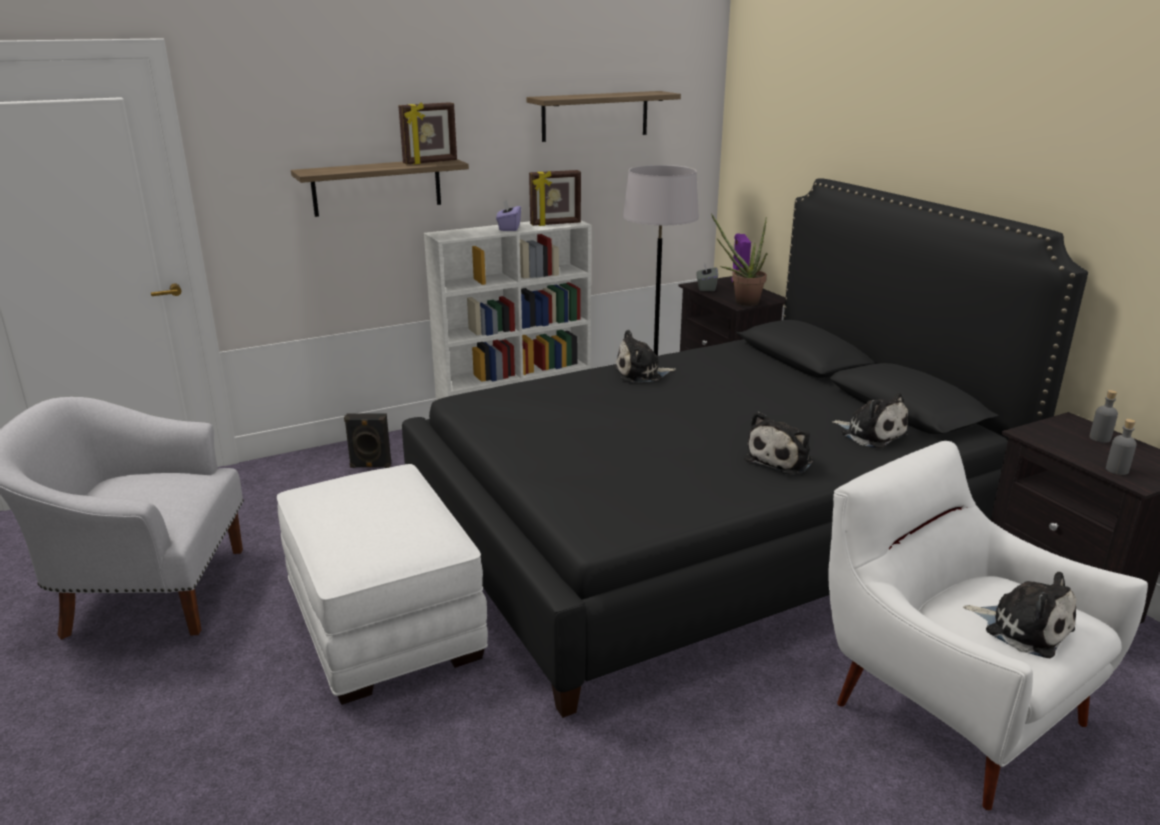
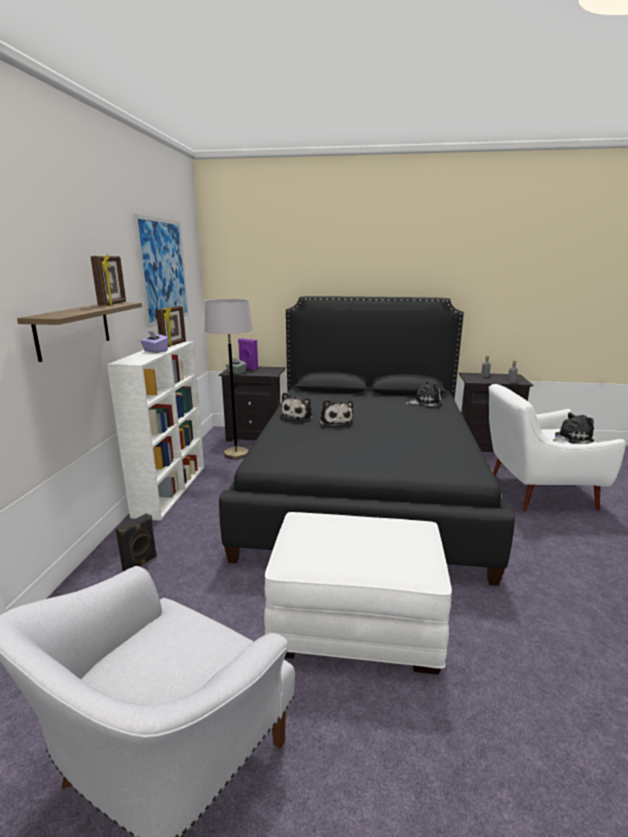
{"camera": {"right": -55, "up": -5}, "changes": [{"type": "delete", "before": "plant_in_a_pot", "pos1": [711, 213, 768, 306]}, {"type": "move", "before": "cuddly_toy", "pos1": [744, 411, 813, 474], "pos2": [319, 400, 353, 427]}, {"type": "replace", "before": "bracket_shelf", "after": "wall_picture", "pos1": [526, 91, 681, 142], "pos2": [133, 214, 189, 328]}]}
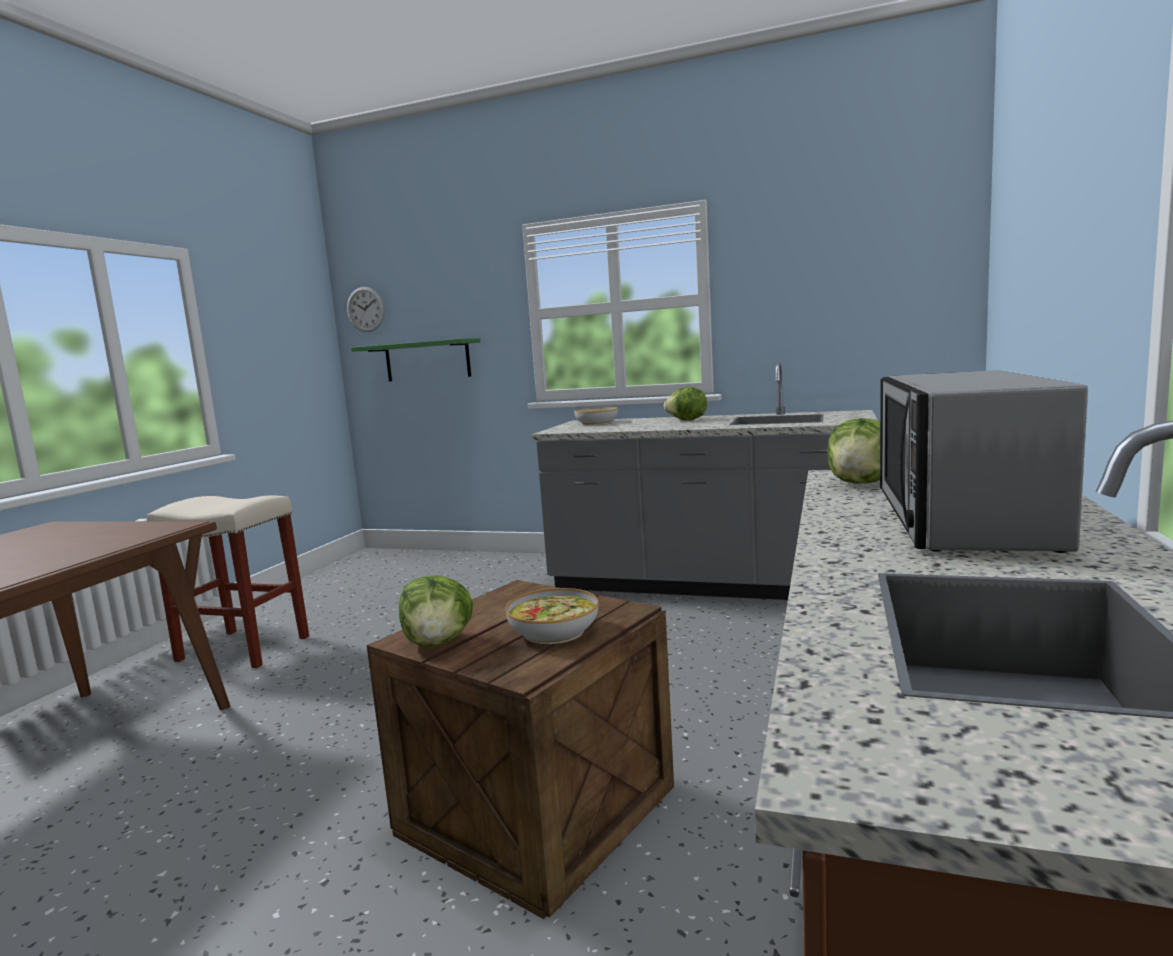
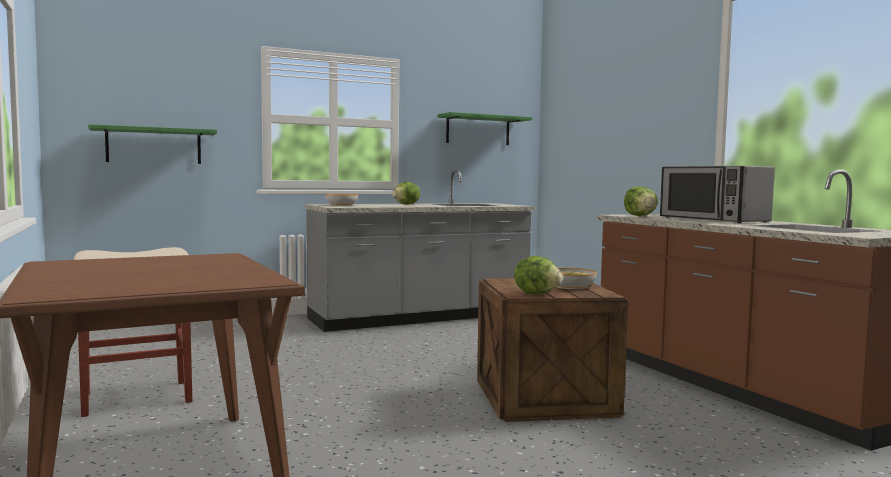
{"camera": {"right": -45, "up": -5}, "changes": [{"type": "delete", "before": "wall_clock", "pos1": [347, 287, 385, 332]}, {"type": "insert", "after": "greenish_bracket_shelf", "pos2": [437, 112, 532, 145]}]}
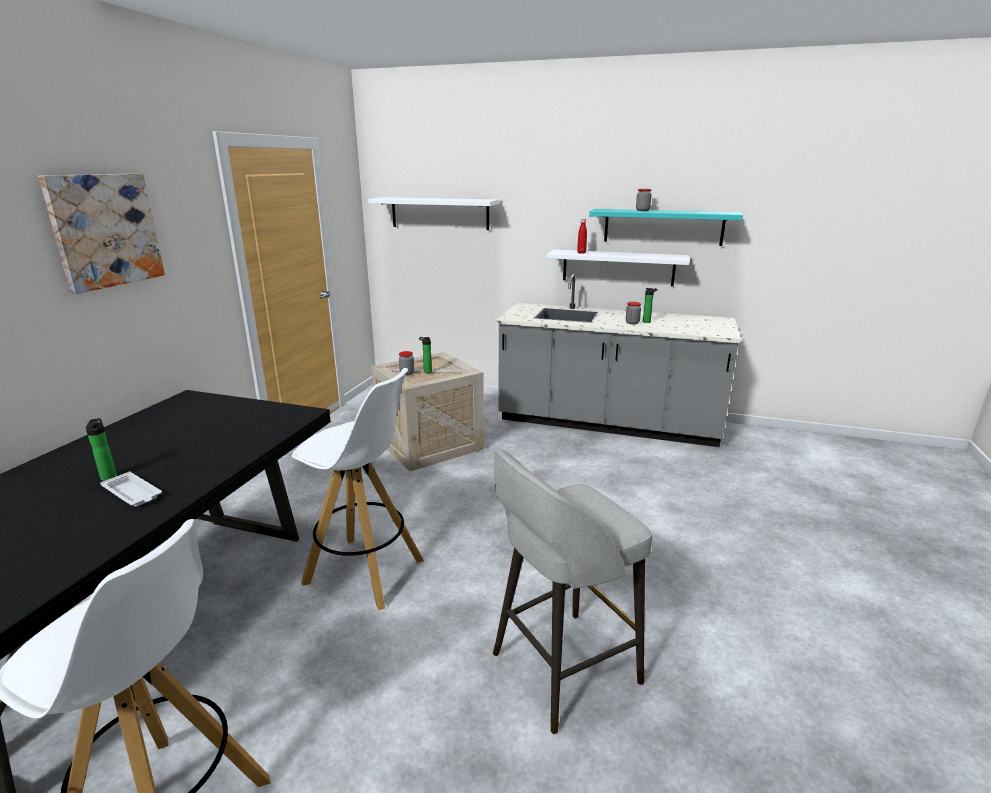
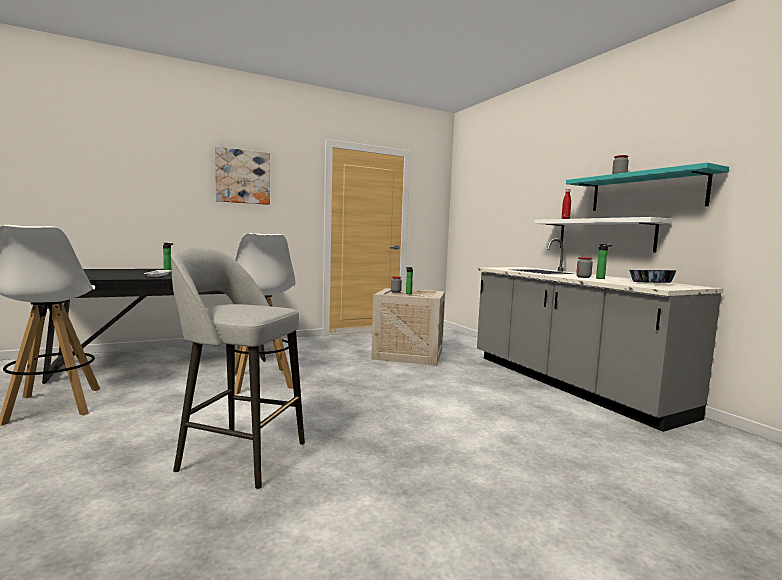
{"camera": {"right": 45, "up": -15}, "changes": [{"type": "delete", "before": "white_bracket_shelf", "pos1": [368, 197, 500, 230]}, {"type": "insert", "after": "bowl", "pos2": [629, 270, 677, 283]}]}
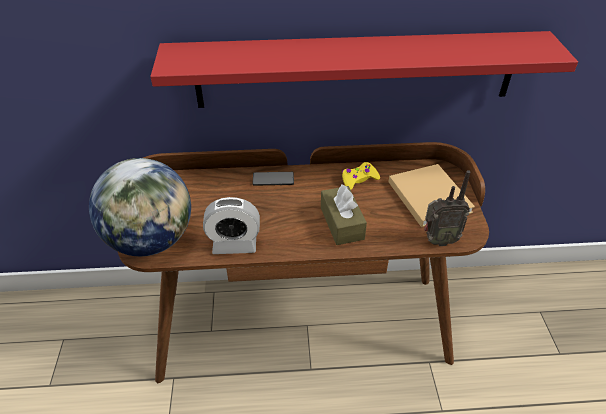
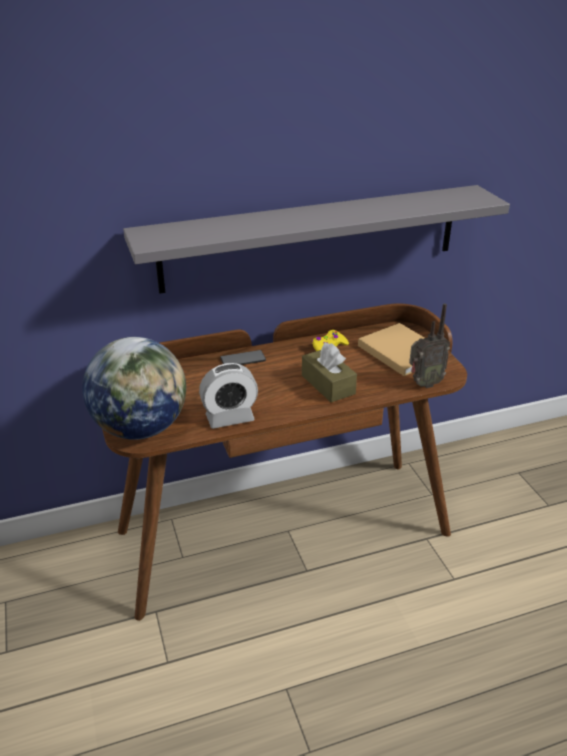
{"camera": {"right": -15, "up": -10}, "changes": [{"type": "recolor", "before": "reddish_bracket_shelf", "after": "grey_bracket_shelf", "pos1": [150, 31, 578, 108], "pos2": [123, 185, 510, 294]}]}
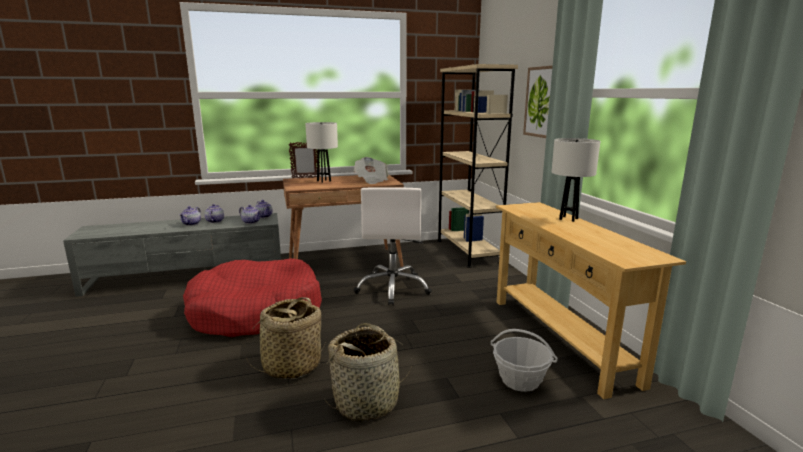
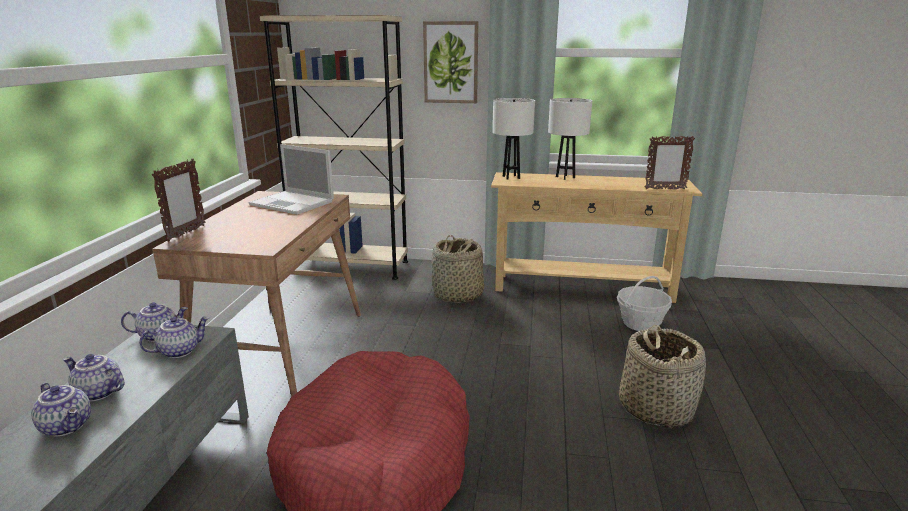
{"camera": {"right": -65, "up": 5}, "changes": [{"type": "delete", "before": "white_office_chair", "pos1": [353, 187, 432, 306]}, {"type": "insert", "after": "photo_frame", "pos2": [645, 136, 695, 190]}, {"type": "move", "before": "storage_basket", "pos1": [246, 297, 326, 379], "pos2": [431, 235, 484, 303]}, {"type": "move", "before": "white_table_lamp", "pos1": [305, 122, 338, 183], "pos2": [493, 98, 535, 180]}, {"type": "replace", "before": "printed_paper", "after": "notebook_computer", "pos1": [353, 157, 388, 184], "pos2": [248, 144, 334, 215]}]}
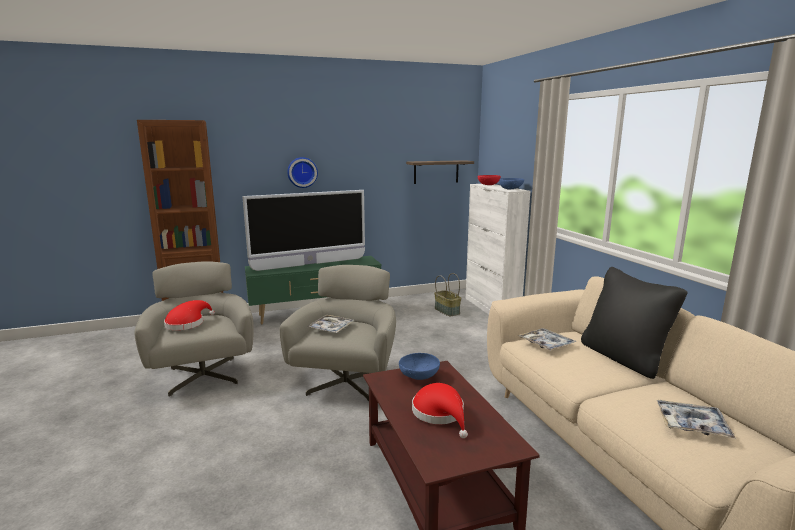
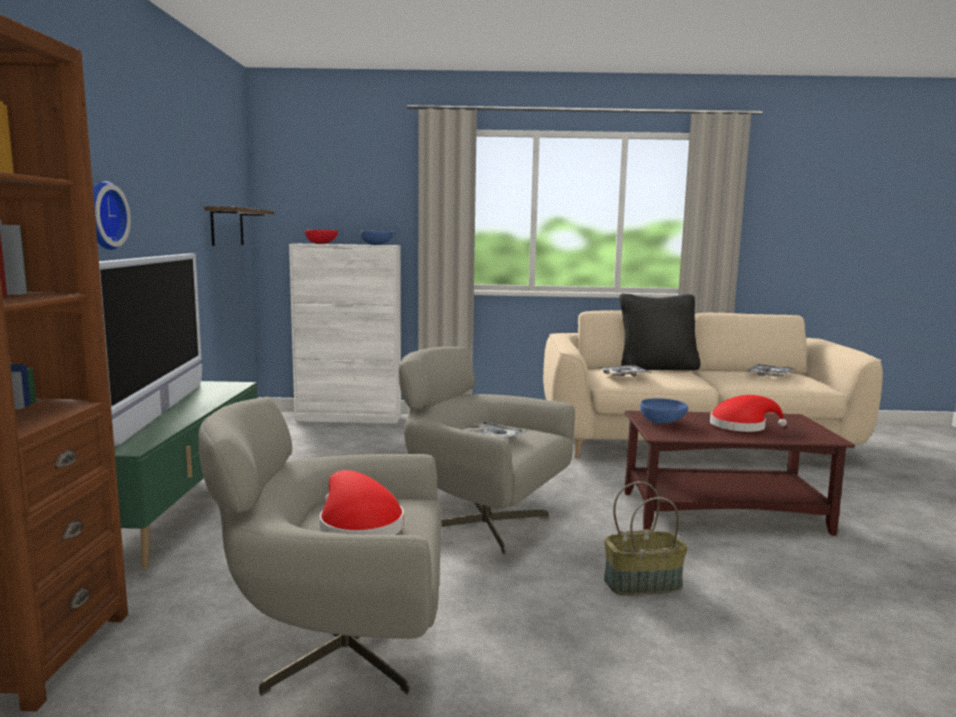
{"camera": {"right": -70, "up": -5}, "changes": [{"type": "move", "before": "storage_basket", "pos1": [434, 273, 461, 316], "pos2": [604, 482, 688, 595]}]}
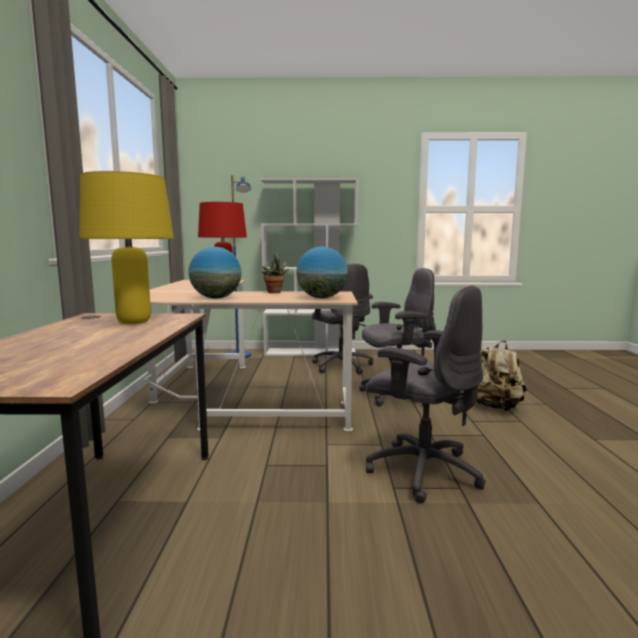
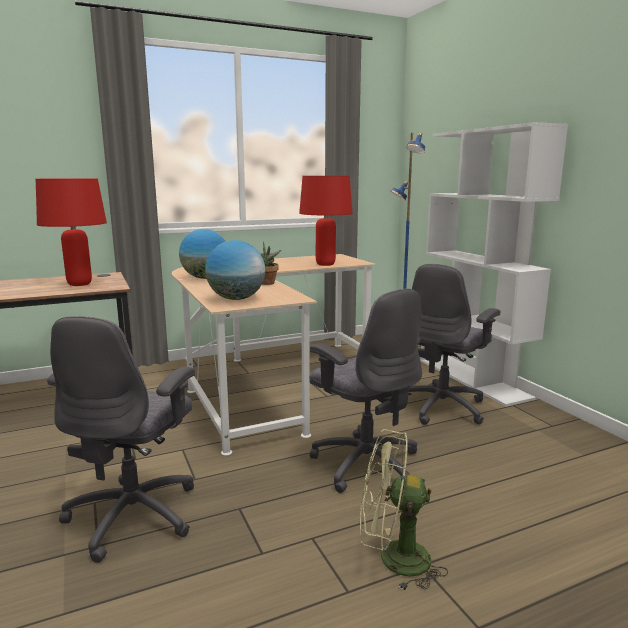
{"camera": {"right": 65, "up": 5}, "changes": [{"type": "replace", "before": "sand-coloured_knapsack", "after": "greenish_cooling_fan", "pos1": [476, 341, 527, 411], "pos2": [360, 429, 448, 591]}, {"type": "recolor", "before": "yellowish_table_lamp", "after": "reddish_table_lamp", "pos1": [79, 171, 174, 324], "pos2": [36, 178, 107, 286]}]}
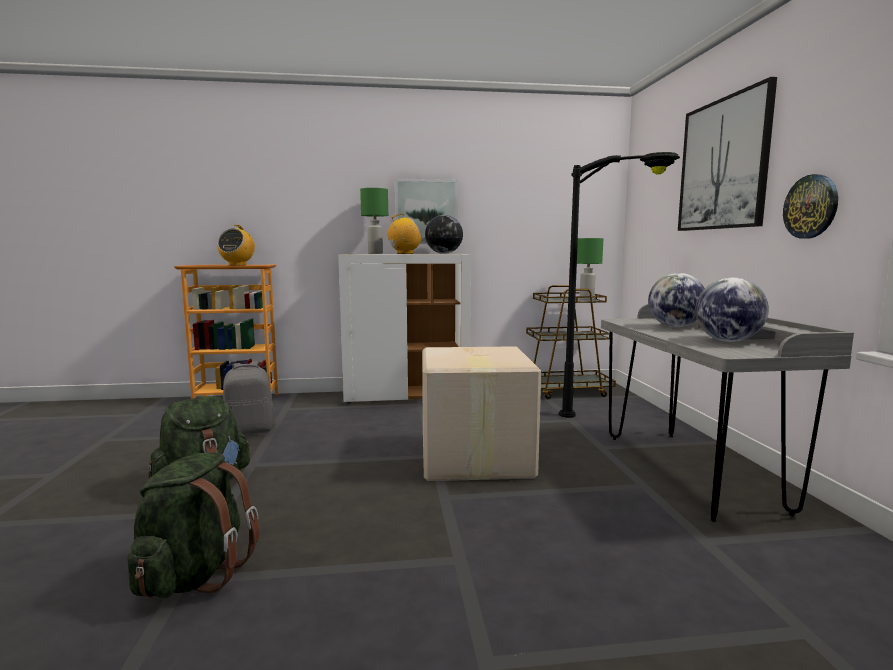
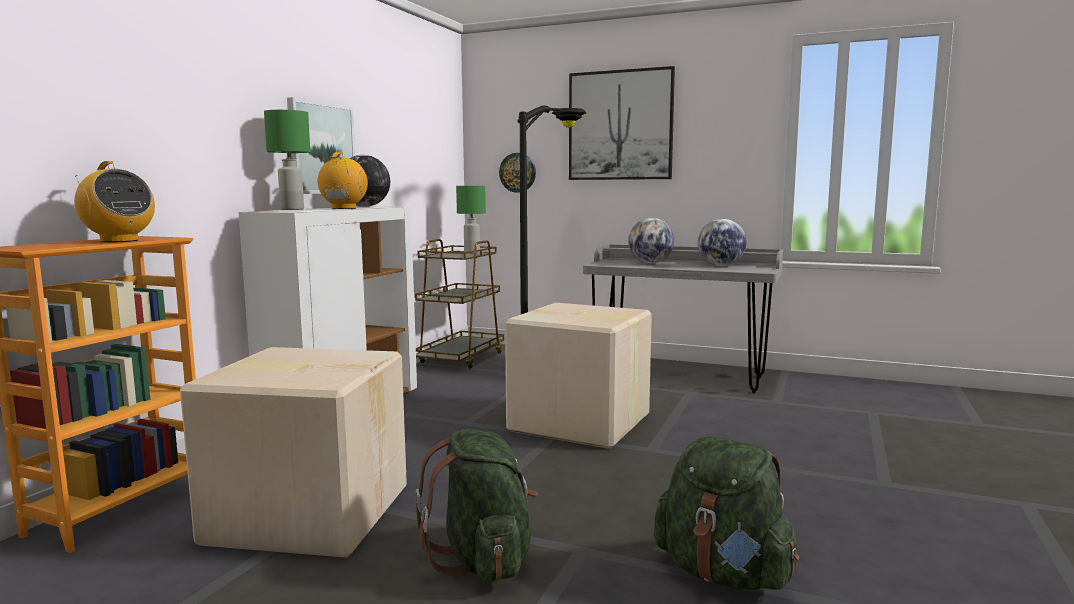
{"camera": {"right": -60, "up": 0}, "changes": [{"type": "move", "before": "wall_clock", "pos1": [783, 174, 838, 239], "pos2": [499, 153, 536, 193]}, {"type": "replace", "before": "grey_knapsack", "after": "packing_box", "pos1": [223, 362, 276, 434], "pos2": [180, 347, 407, 558]}]}
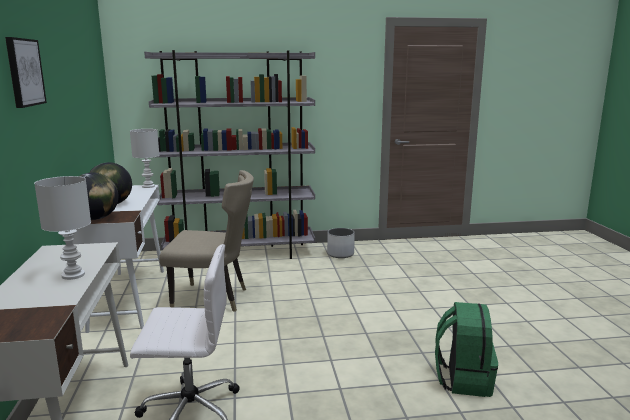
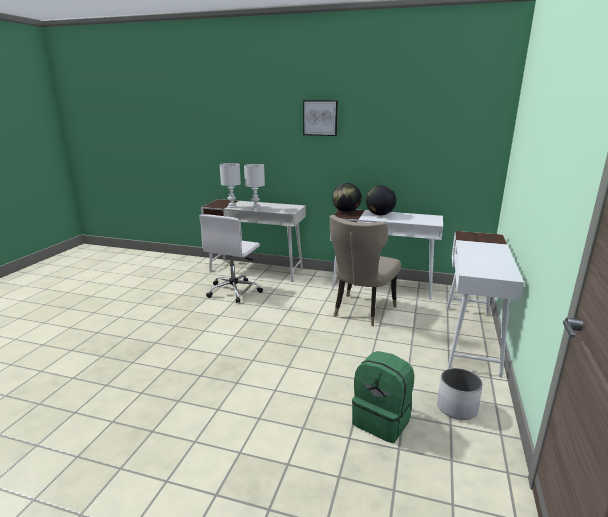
{"camera": {"right": 115, "up": 5}, "changes": [{"type": "move", "before": "white_table_lamp", "pos1": [130, 129, 160, 188], "pos2": [220, 163, 241, 208]}, {"type": "move", "before": "greenish_knapsack", "pos1": [435, 302, 498, 397], "pos2": [352, 351, 414, 443]}, {"type": "replace", "before": "grey_bookcase", "after": "white_desk", "pos1": [144, 50, 315, 259], "pos2": [446, 231, 524, 378]}]}
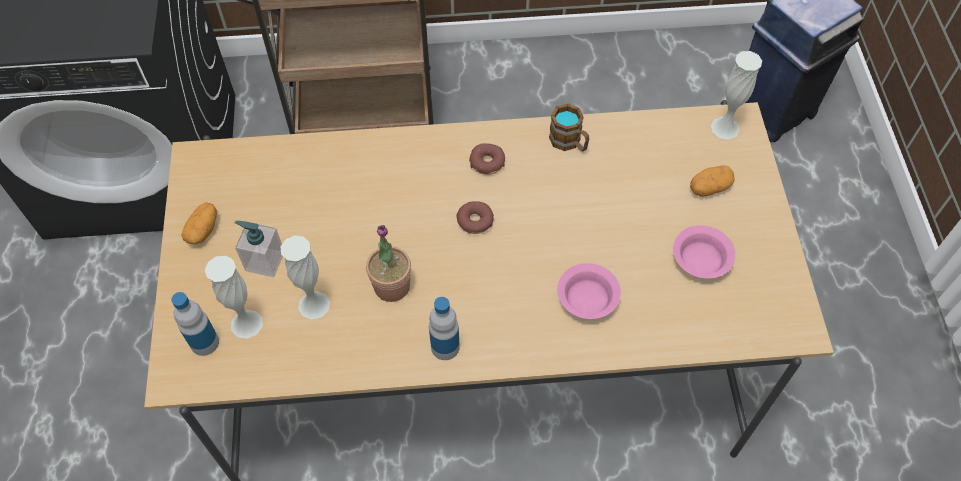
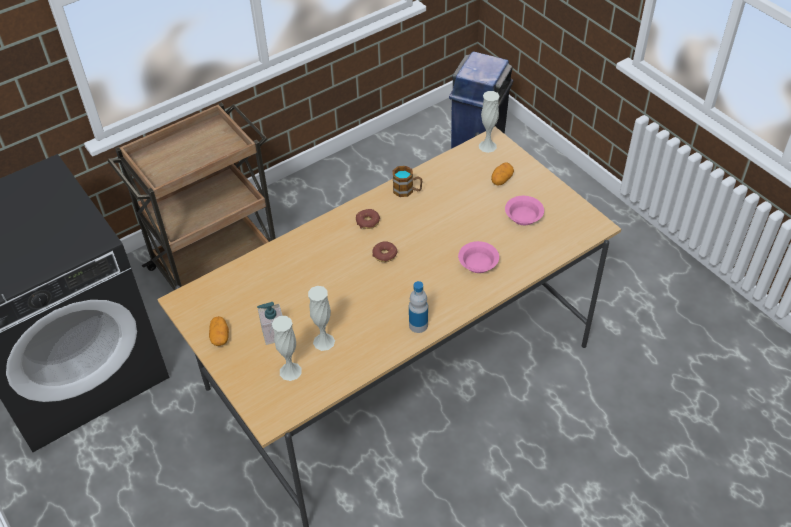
{"camera": {"right": -30, "up": -10}, "changes": [{"type": "delete", "before": "bottle", "pos1": [171, 292, 219, 356]}, {"type": "delete", "before": "plant_in_a_pot", "pos1": [366, 225, 411, 302]}]}
